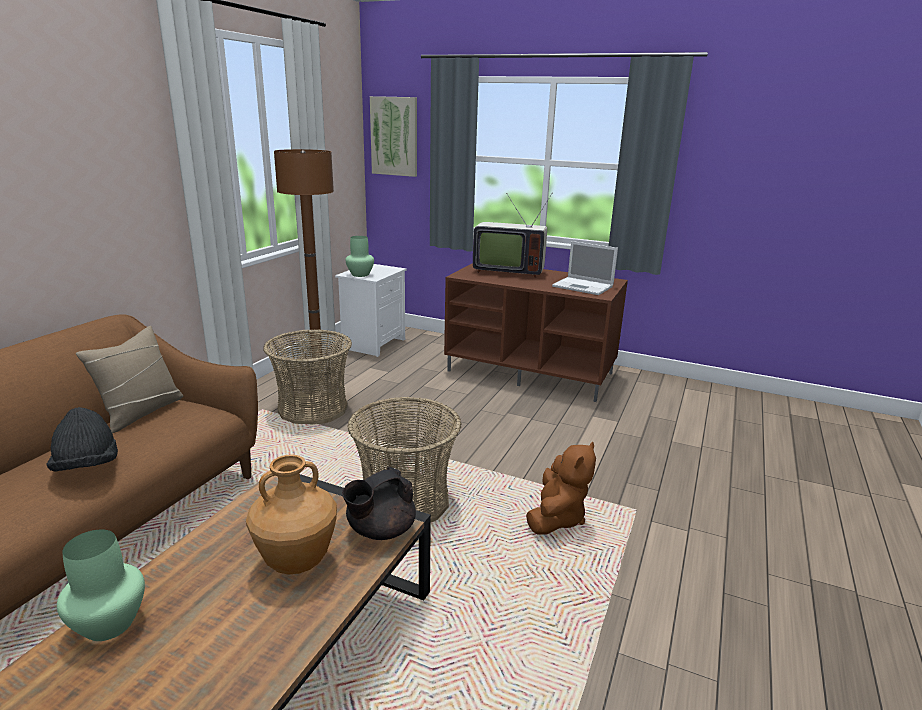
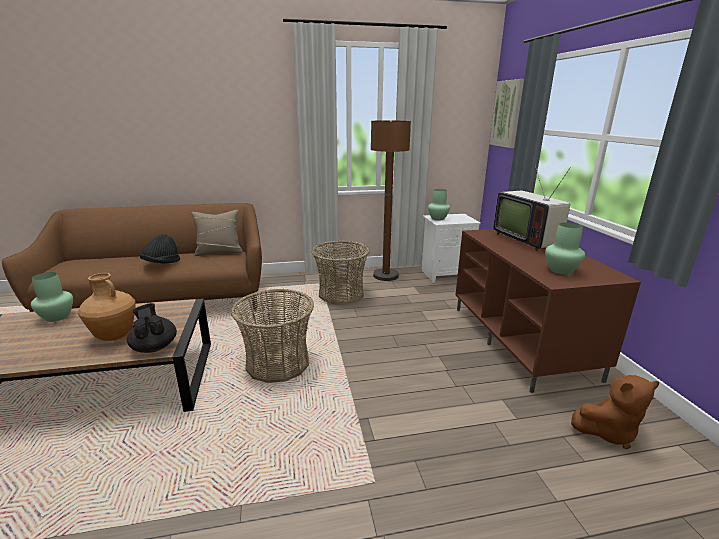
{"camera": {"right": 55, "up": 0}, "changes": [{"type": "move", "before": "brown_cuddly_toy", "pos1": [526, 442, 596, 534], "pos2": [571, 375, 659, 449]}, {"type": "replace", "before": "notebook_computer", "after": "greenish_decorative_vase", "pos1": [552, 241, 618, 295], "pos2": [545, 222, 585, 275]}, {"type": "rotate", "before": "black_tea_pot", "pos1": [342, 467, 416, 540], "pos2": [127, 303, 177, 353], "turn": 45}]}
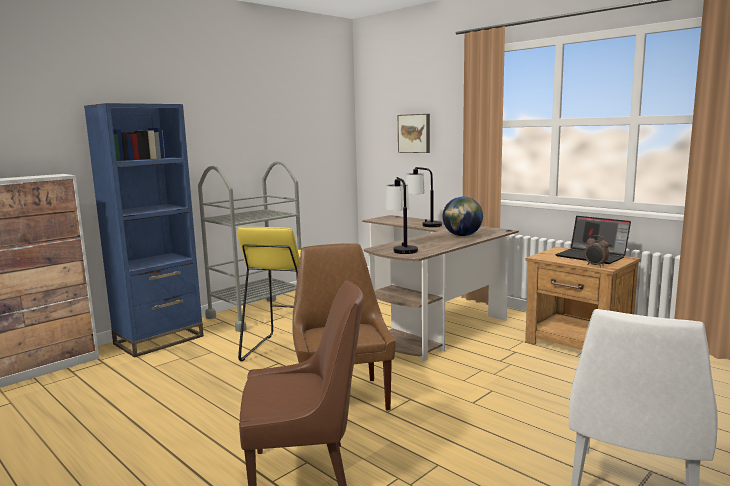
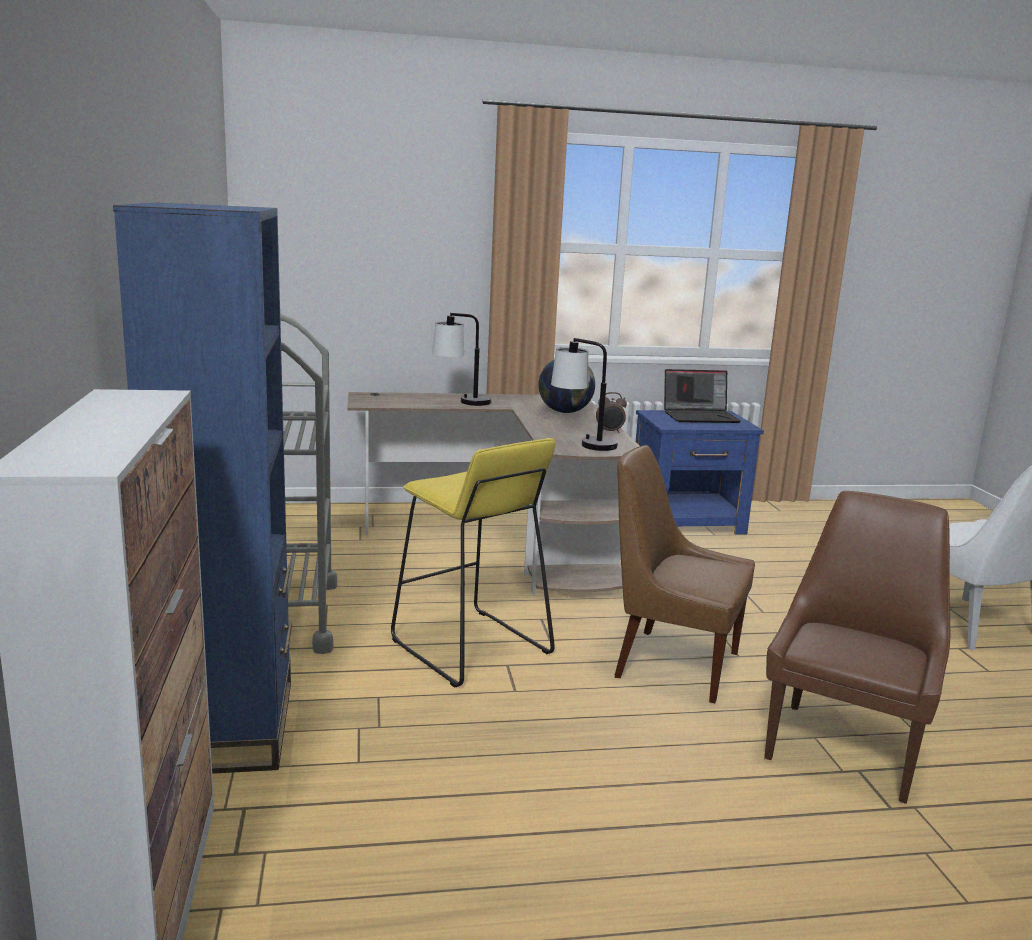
{"camera": {"right": -55, "up": 5}, "changes": [{"type": "delete", "before": "wall_picture", "pos1": [398, 114, 430, 153]}, {"type": "move", "before": "alarm_clock", "pos1": [584, 235, 609, 267], "pos2": [596, 392, 627, 433]}, {"type": "recolor", "before": "brown_bedside_table", "after": "blue_bedside_table", "pos1": [525, 247, 641, 350], "pos2": [636, 410, 764, 535]}]}
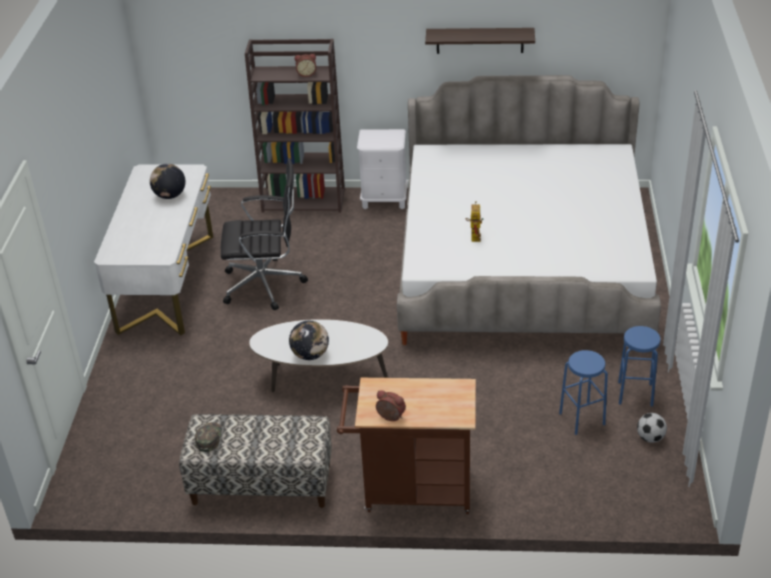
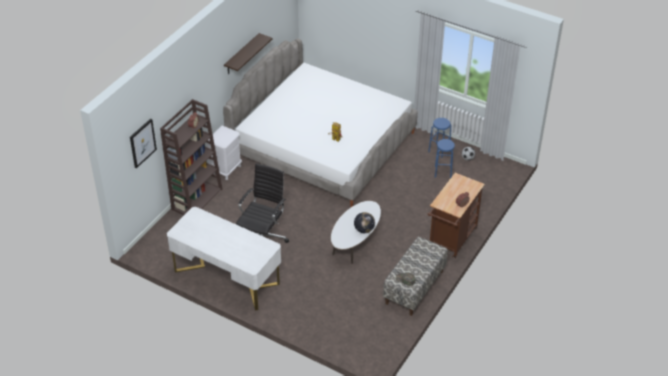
{"camera": {"right": -65, "up": 5}, "changes": [{"type": "delete", "before": "globe", "pos1": [150, 164, 186, 199]}, {"type": "insert", "after": "wall_picture", "pos2": [130, 119, 157, 168]}]}
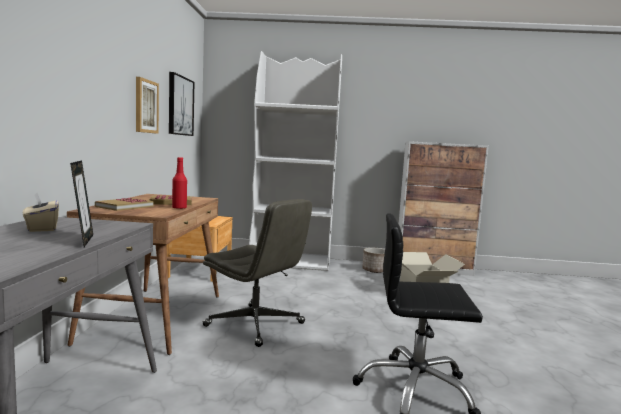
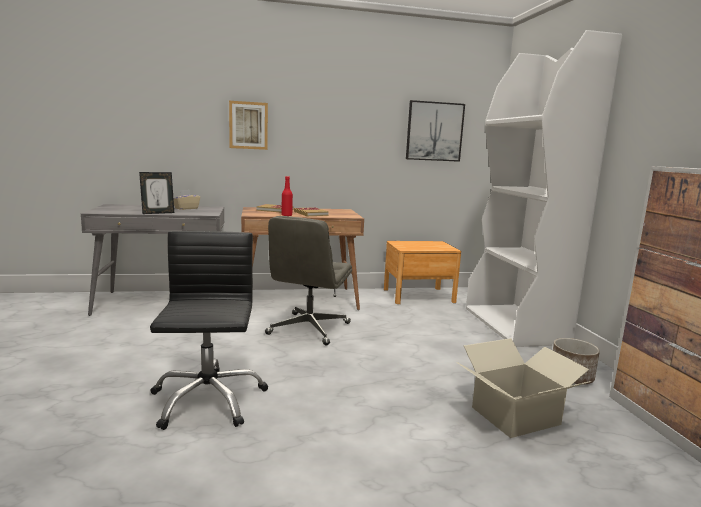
{"camera": {"right": 75, "up": 5}, "changes": [{"type": "move", "before": "wall_picture", "pos1": [136, 77, 159, 134], "pos2": [229, 101, 268, 150]}]}
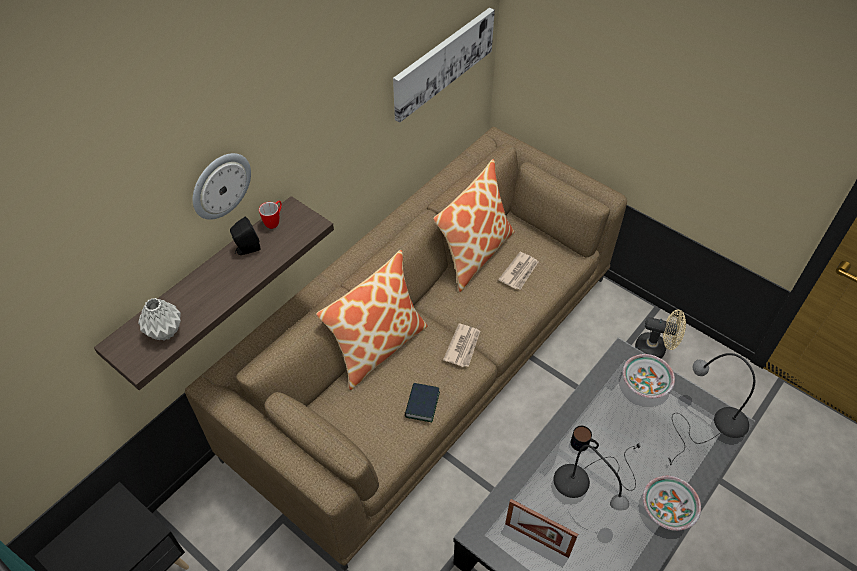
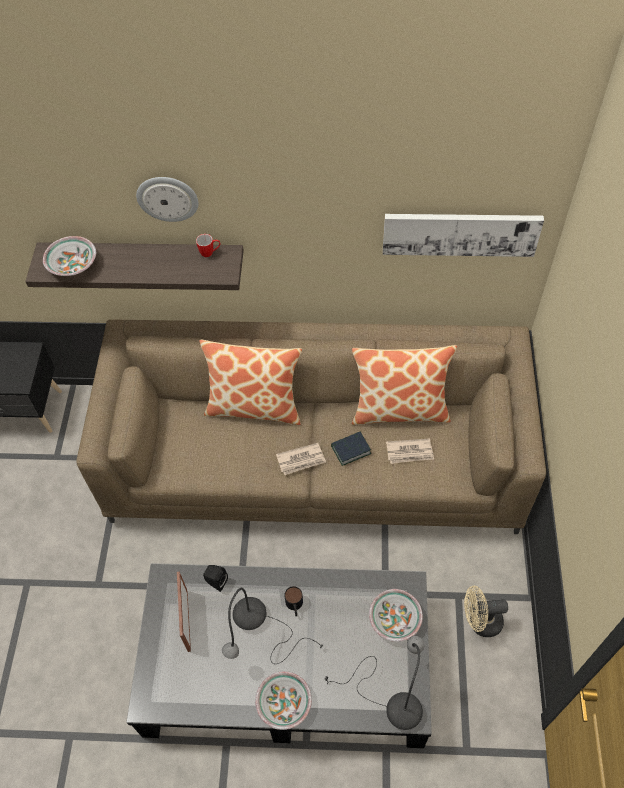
{"camera": {"right": 55, "up": 5}, "changes": [{"type": "move", "before": "black_audio_speaker", "pos1": [230, 217, 261, 255], "pos2": [203, 565, 228, 592]}, {"type": "move", "before": "bound_book", "pos1": [405, 383, 440, 422], "pos2": [331, 432, 371, 466]}, {"type": "replace", "before": "grey_decorative_vase", "after": "bowl", "pos1": [138, 298, 181, 341], "pos2": [43, 236, 96, 276]}, {"type": "rotate", "before": "sand-coloured_cooling_fan", "pos1": [635, 310, 686, 358], "pos2": [464, 586, 508, 637], "turn": 105}]}
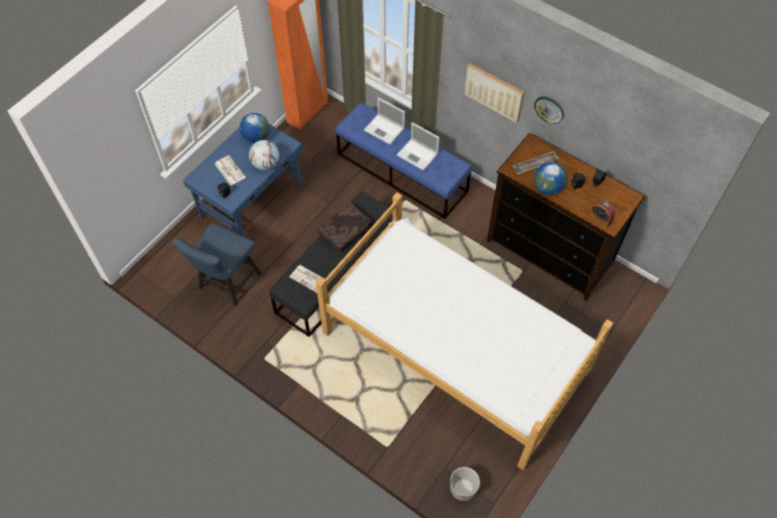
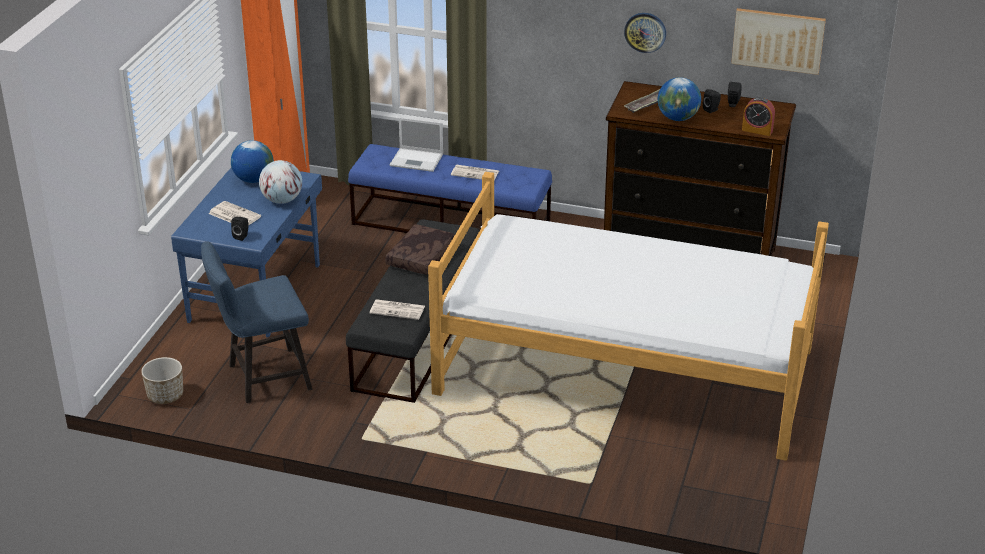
{"camera": {"right": -20, "up": -25}, "changes": [{"type": "move", "before": "planter", "pos1": [450, 467, 480, 501], "pos2": [141, 357, 183, 404]}, {"type": "move", "before": "wall_picture", "pos1": [464, 63, 524, 123], "pos2": [731, 8, 826, 75]}, {"type": "replace", "before": "notebook_computer", "after": "printed_paper", "pos1": [397, 122, 440, 171], "pos2": [451, 165, 499, 180]}, {"type": "rotate", "before": "blue_plain_chair", "pos1": [172, 223, 261, 306], "pos2": [201, 242, 312, 403], "turn": 60}]}
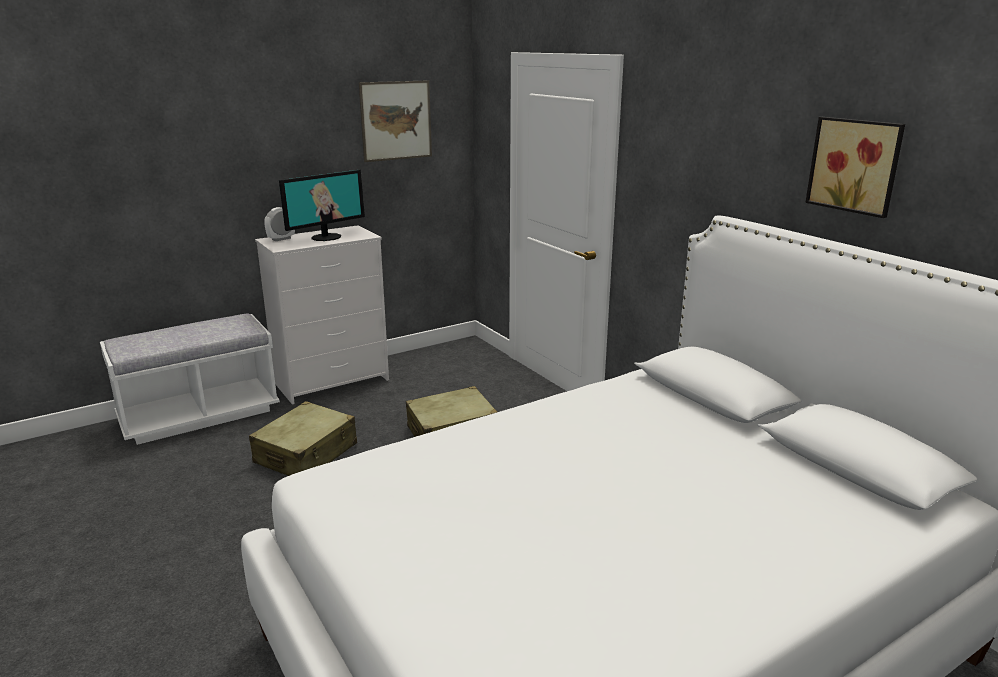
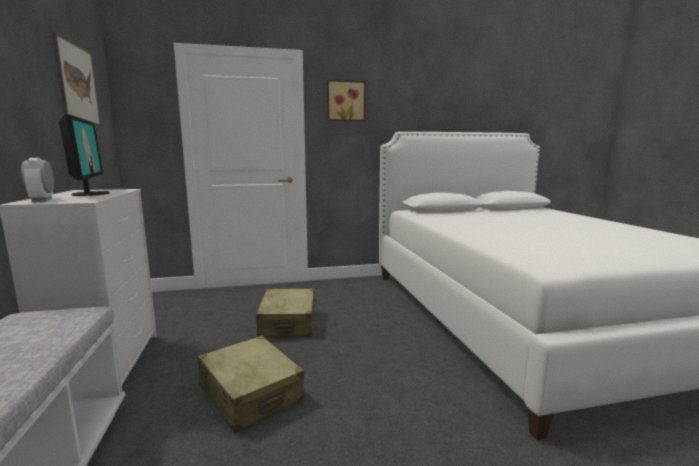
{"camera": {"right": -70, "up": -10}, "changes": [{"type": "move", "before": "wall_picture", "pos1": [805, 117, 905, 218], "pos2": [327, 80, 366, 121]}]}
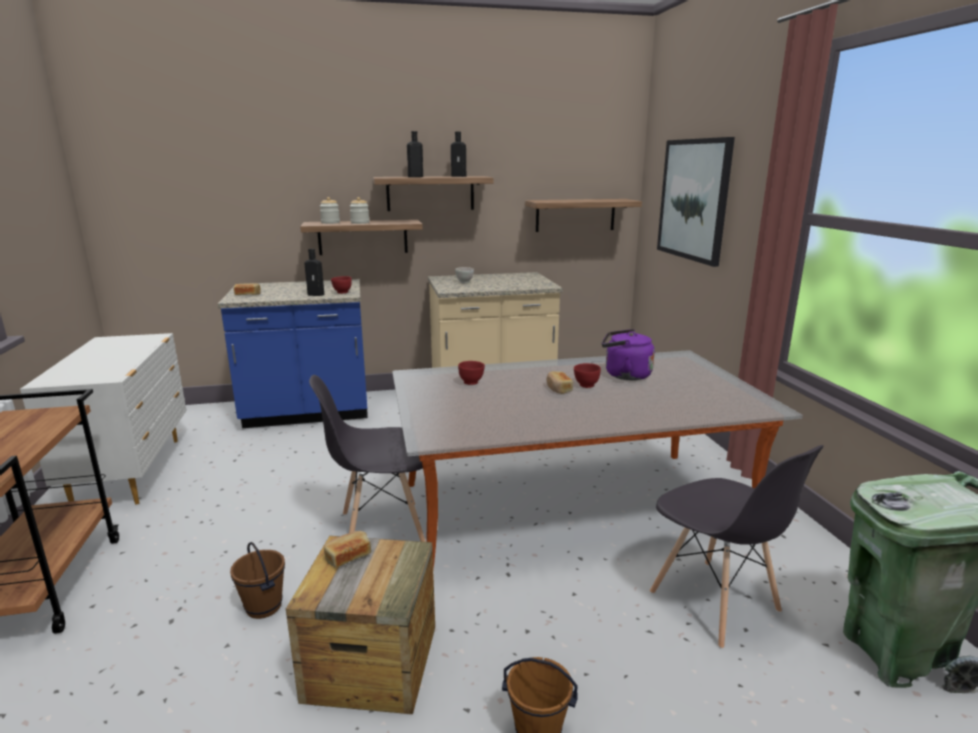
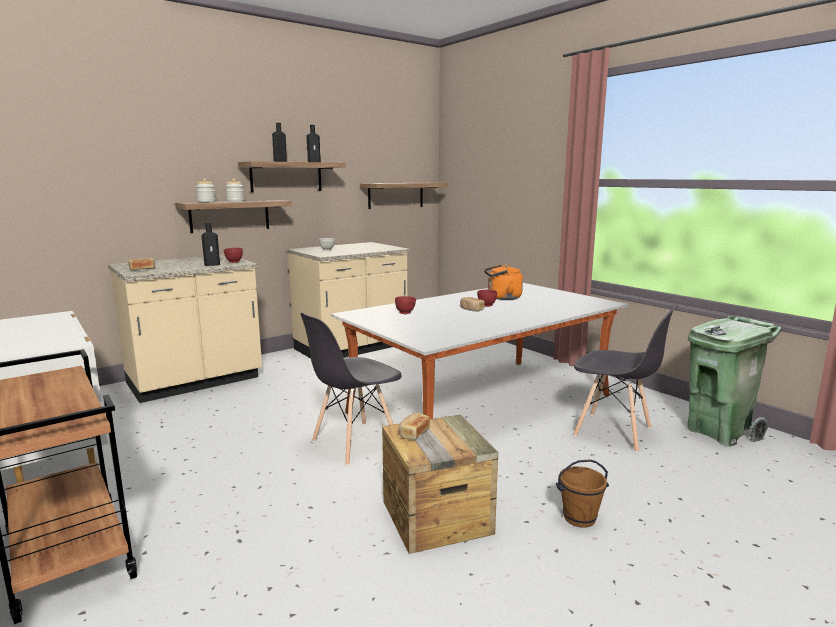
{"camera": {"right": -25, "up": -5}, "changes": [{"type": "delete", "before": "brown_pail", "pos1": [230, 542, 285, 619]}, {"type": "delete", "before": "wall_picture", "pos1": [657, 137, 735, 267]}, {"type": "recolor", "before": "blue_kitchen_counter", "after": "sand-coloured_kitchen_counter", "pos1": [218, 279, 368, 428], "pos2": [108, 254, 262, 403]}, {"type": "recolor", "before": "purplish_water_kettle", "after": "orange-coloured_water_kettle", "pos1": [602, 329, 655, 381], "pos2": [484, 265, 523, 300]}]}
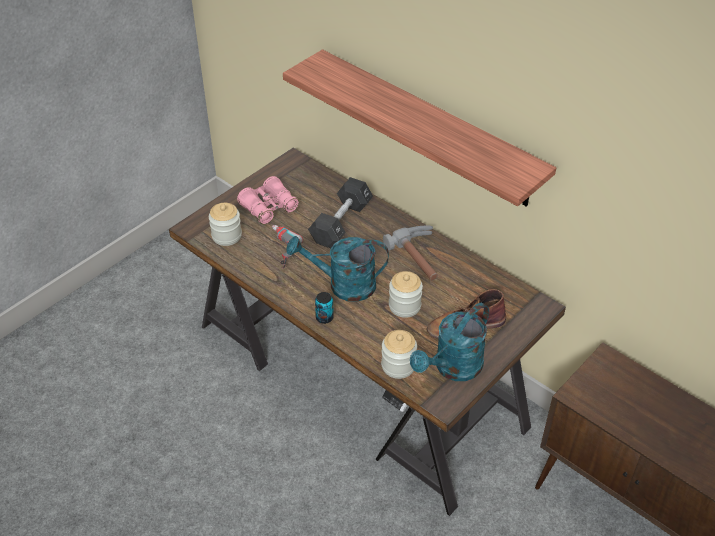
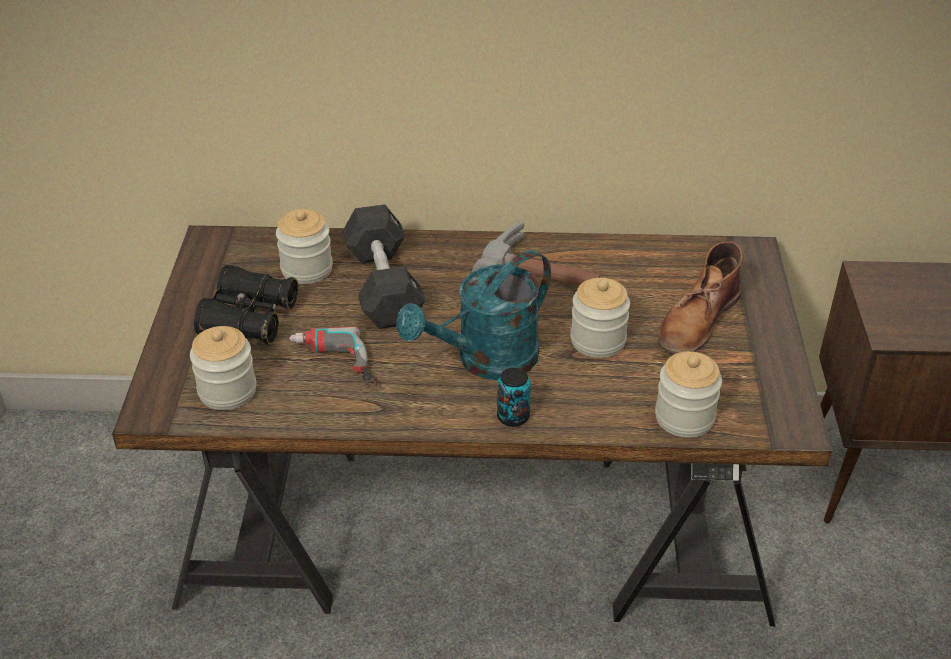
{"camera": {"right": -40, "up": -5}, "changes": [{"type": "delete", "before": "bracket_shelf", "pos1": [283, 49, 556, 207]}, {"type": "delete", "before": "turquoise-coloured_watering_pot", "pos1": [410, 303, 489, 381]}, {"type": "insert", "after": "storage_jar", "pos2": [276, 209, 333, 284]}, {"type": "recolor", "before": "pinkish_field_glasses", "after": "black_field_glasses", "pos1": [237, 176, 299, 224], "pos2": [194, 265, 299, 344]}]}
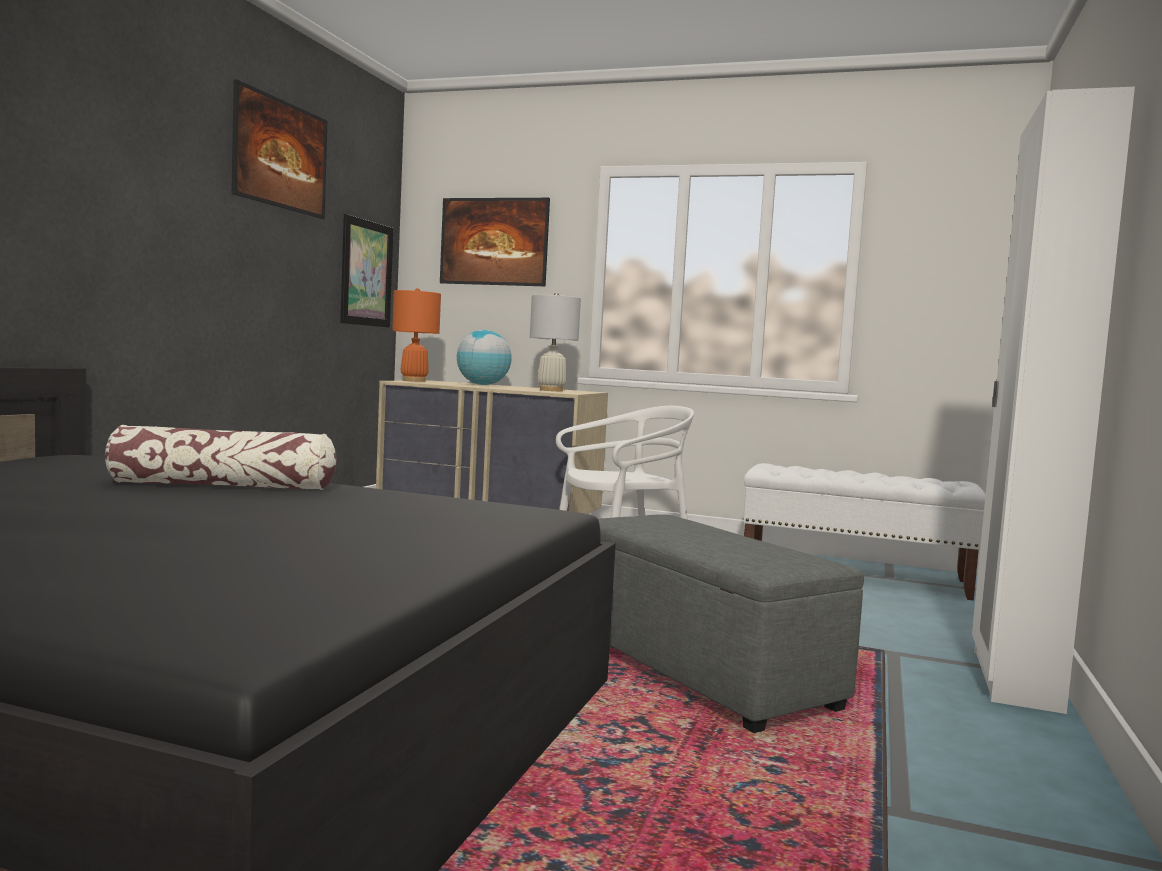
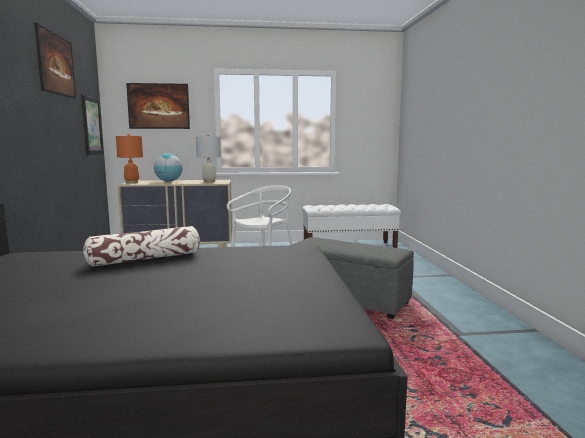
{"camera": {"right": -25, "up": 5}, "changes": [{"type": "delete", "before": "white_clothes_cupboard", "pos1": [972, 87, 1135, 714]}]}
